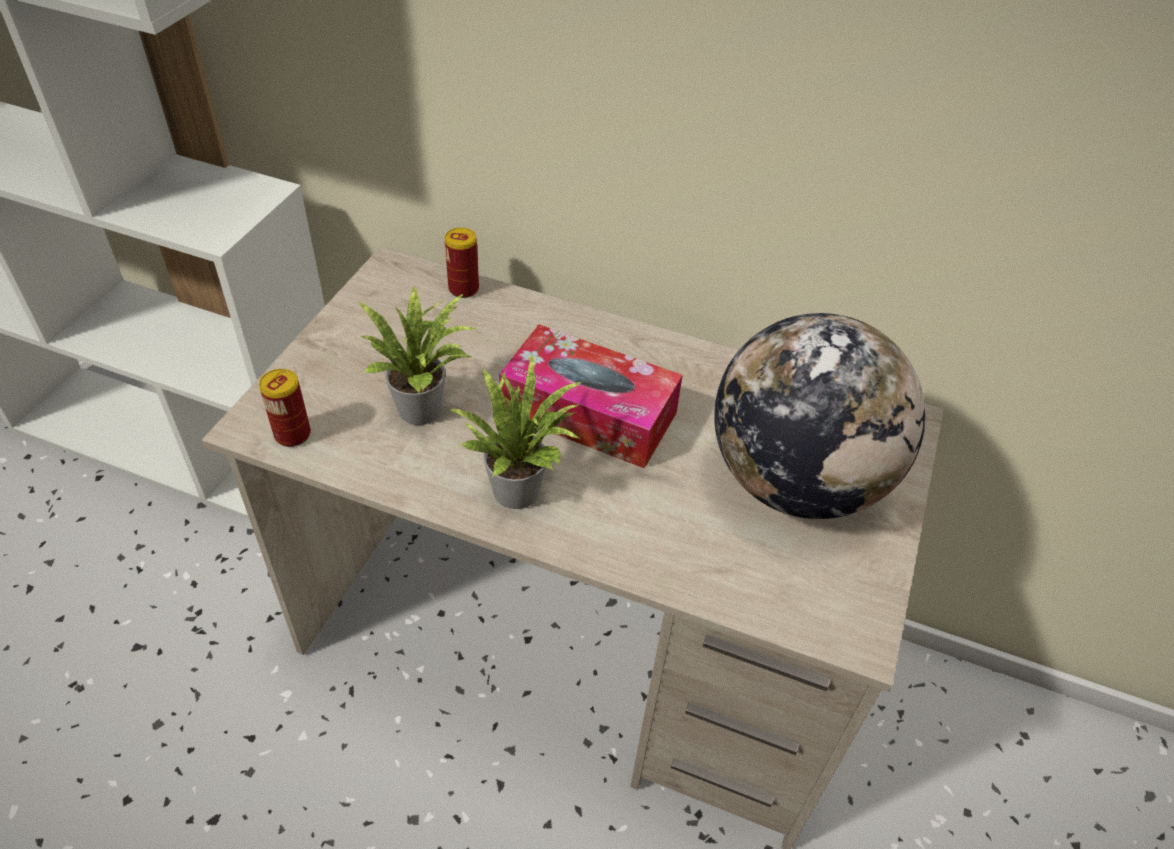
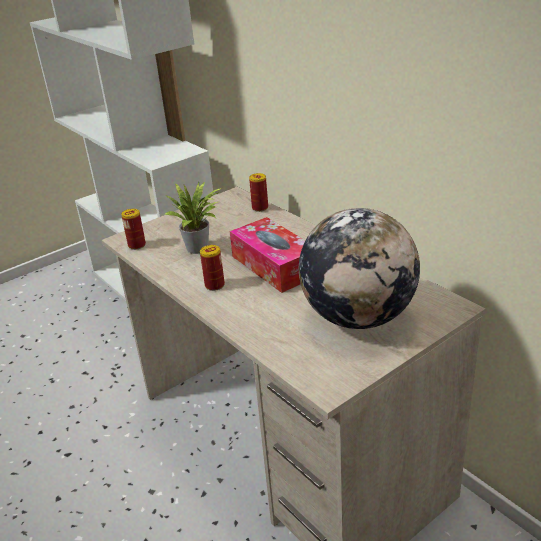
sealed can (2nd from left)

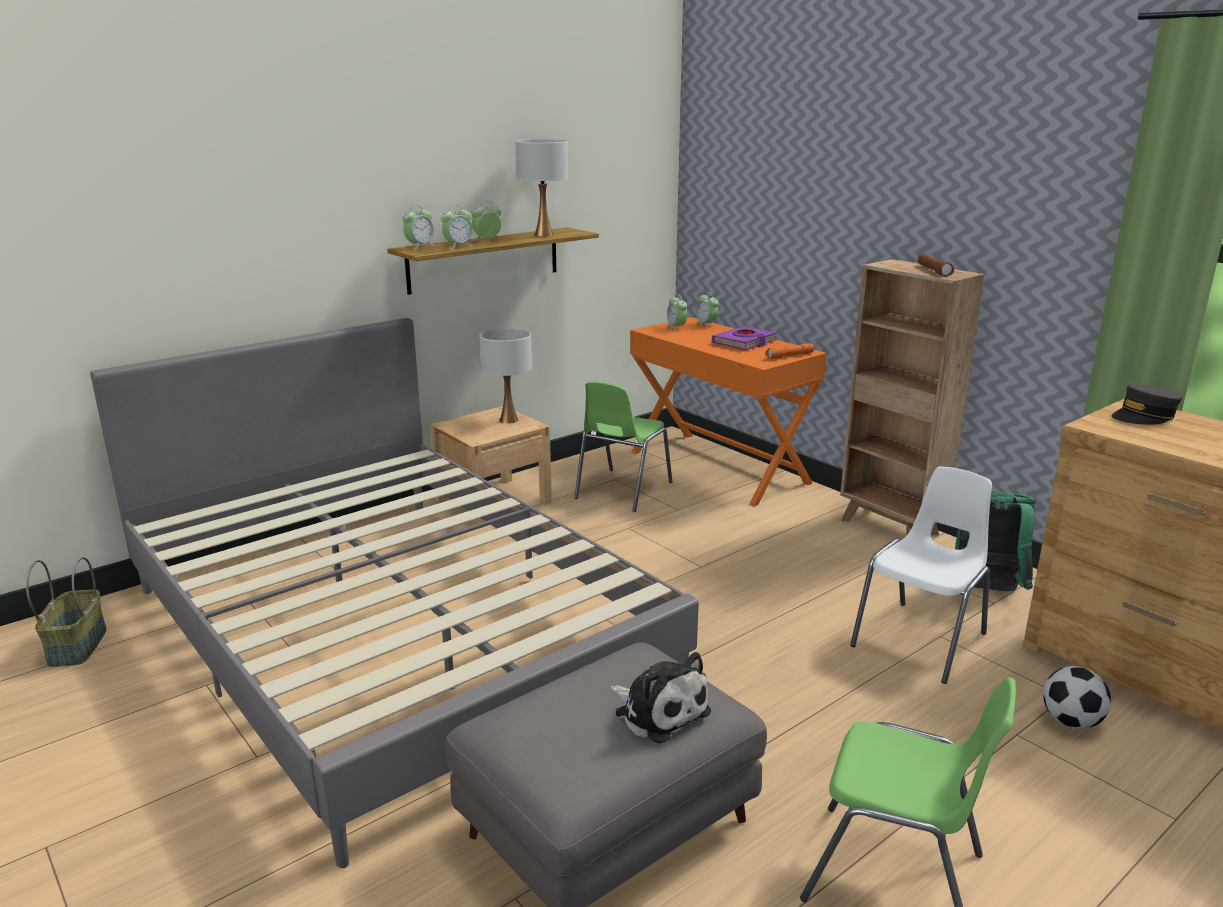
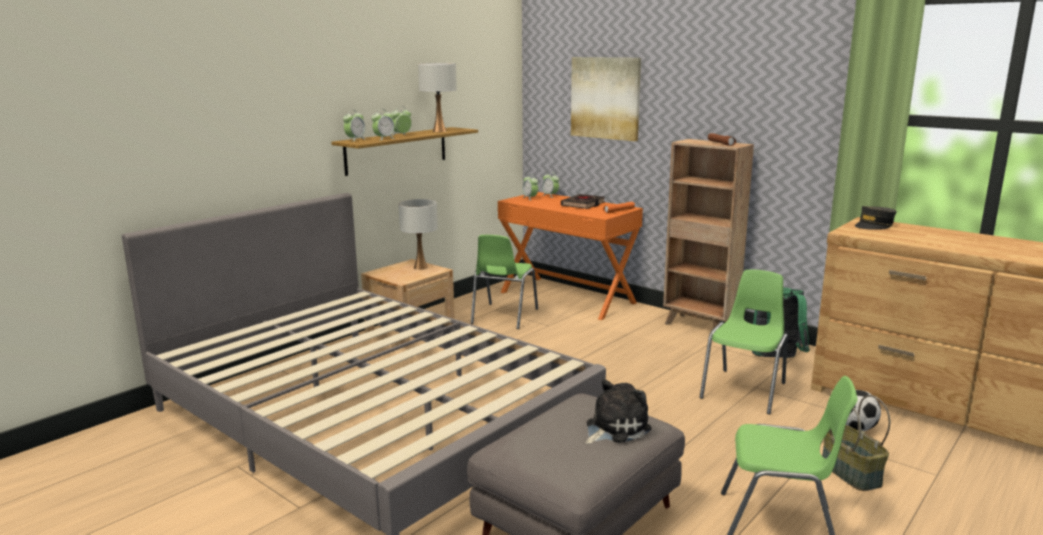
blackish volume
wall picture
plush toy
greenish chair (2nd from left)
basket

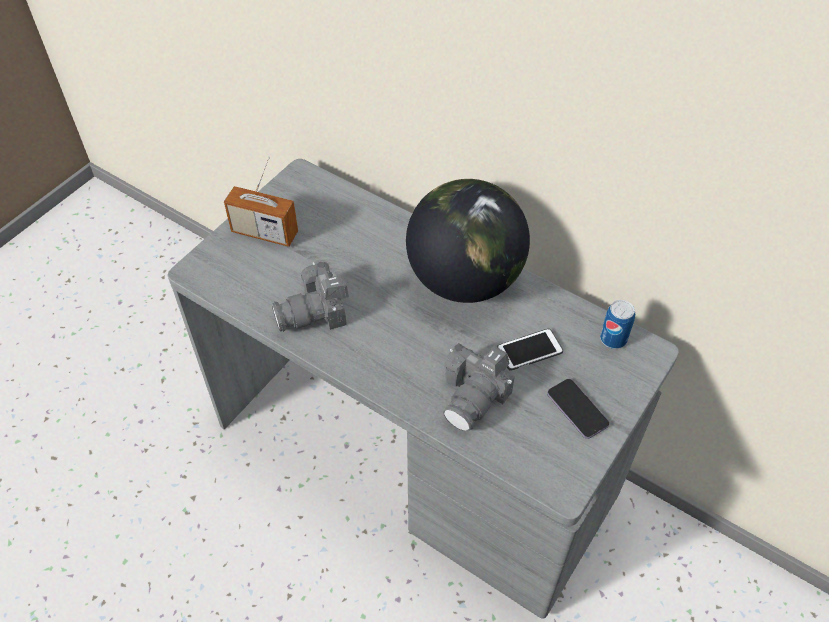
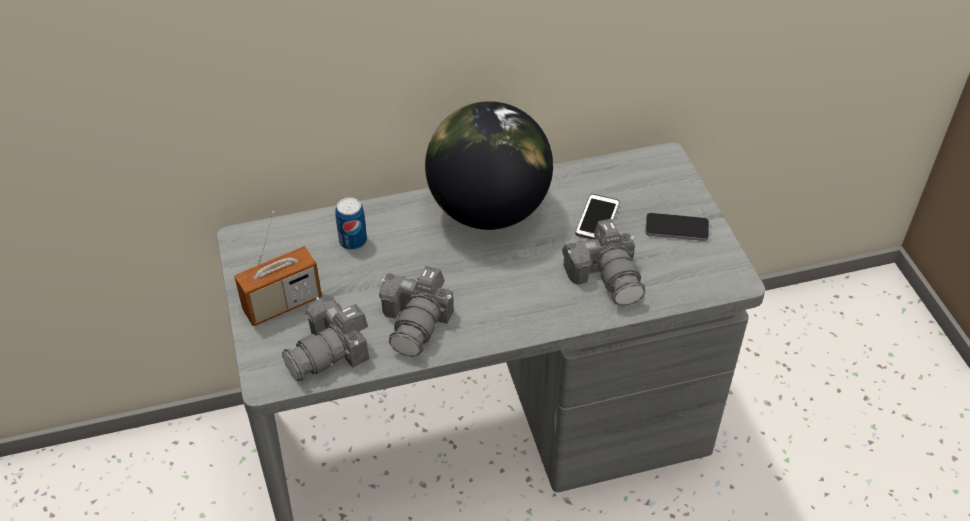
still camera (1st from left)
sealed can

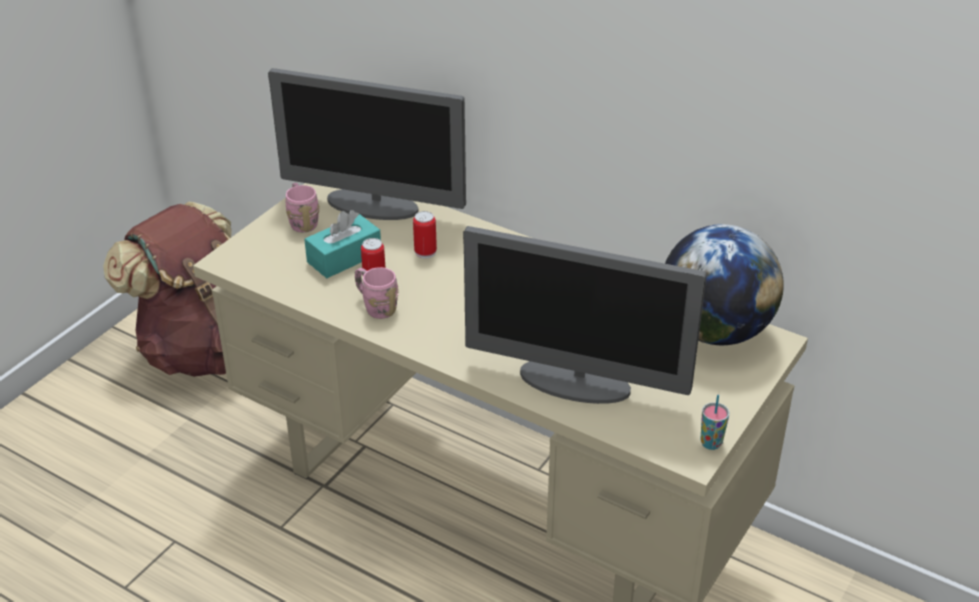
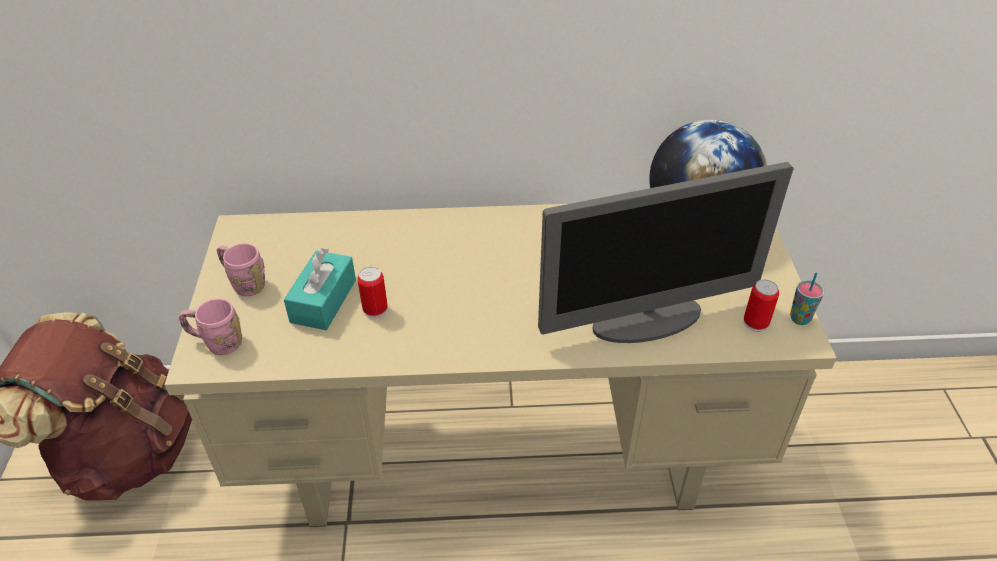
pink-coloured mug (1st from left)
sealed can (2nd from left)
computer display (1st from left in the first image)

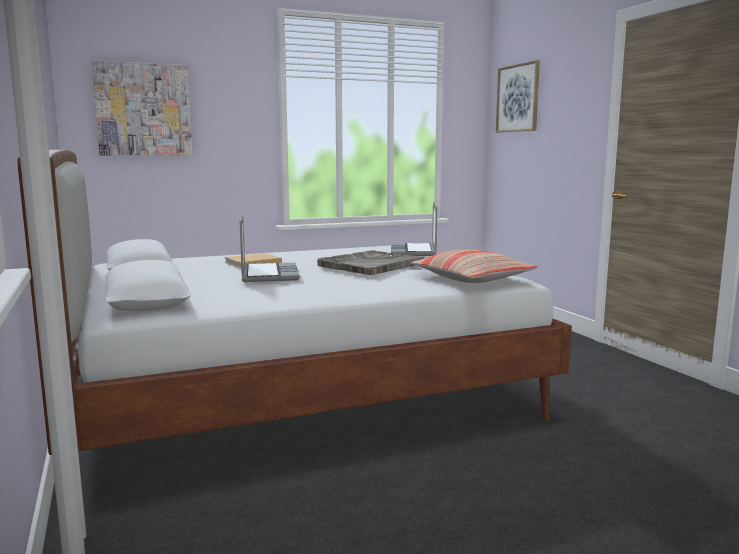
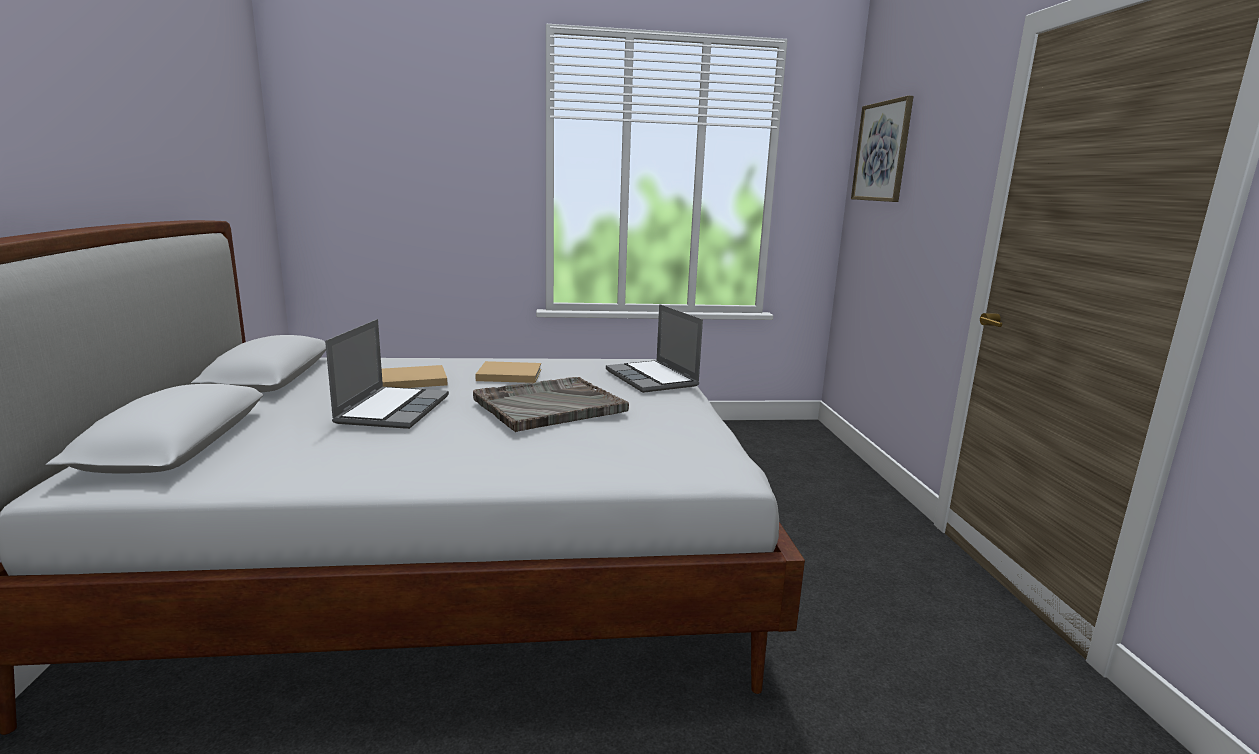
beige volume (2nd from left)
laptop (2nd from left)
wall picture (1st from left in the first image)
cushion

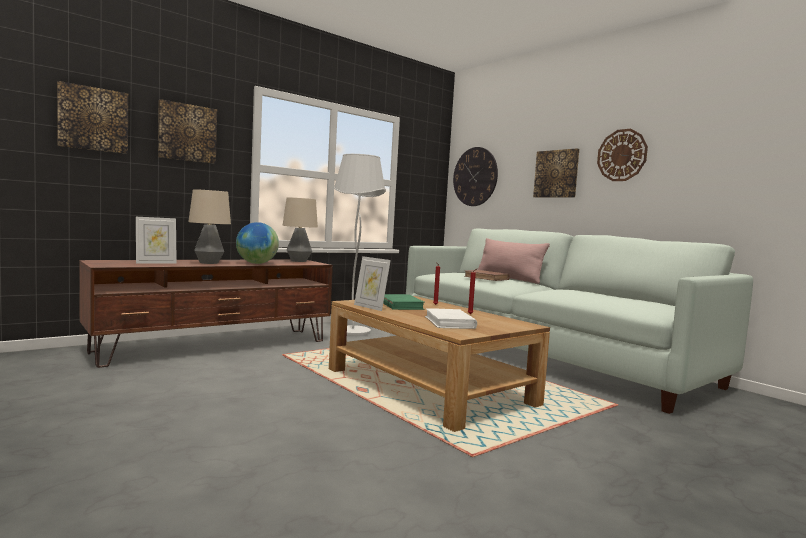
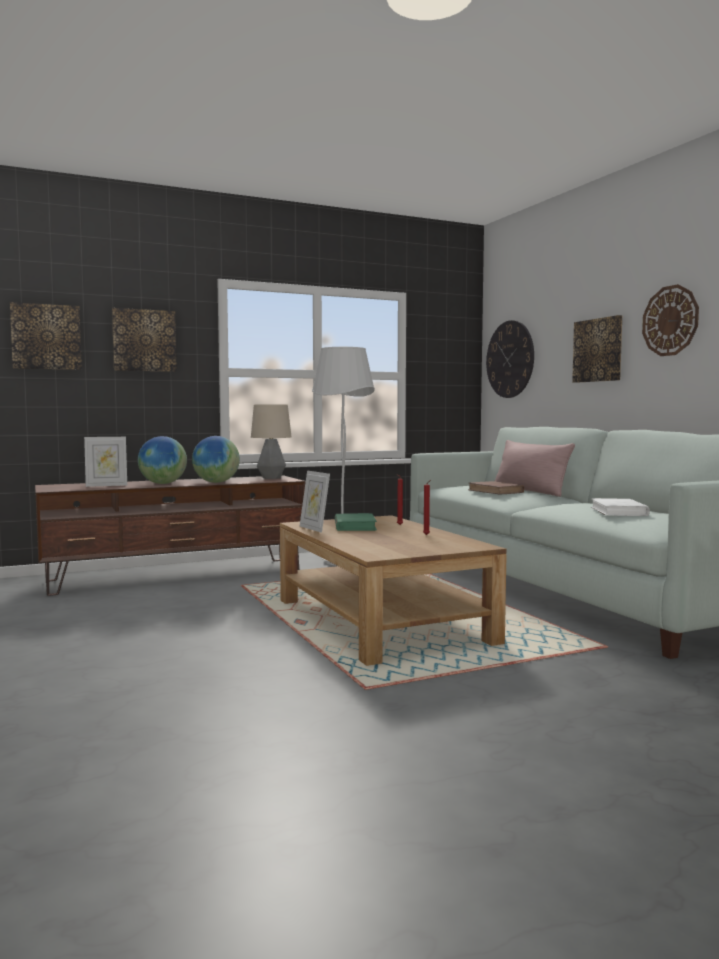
world globe (1st from left)
whitish volume

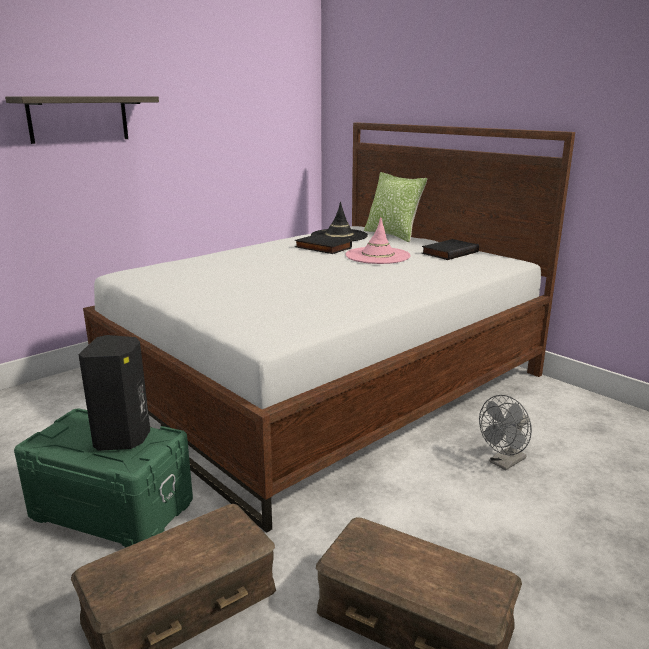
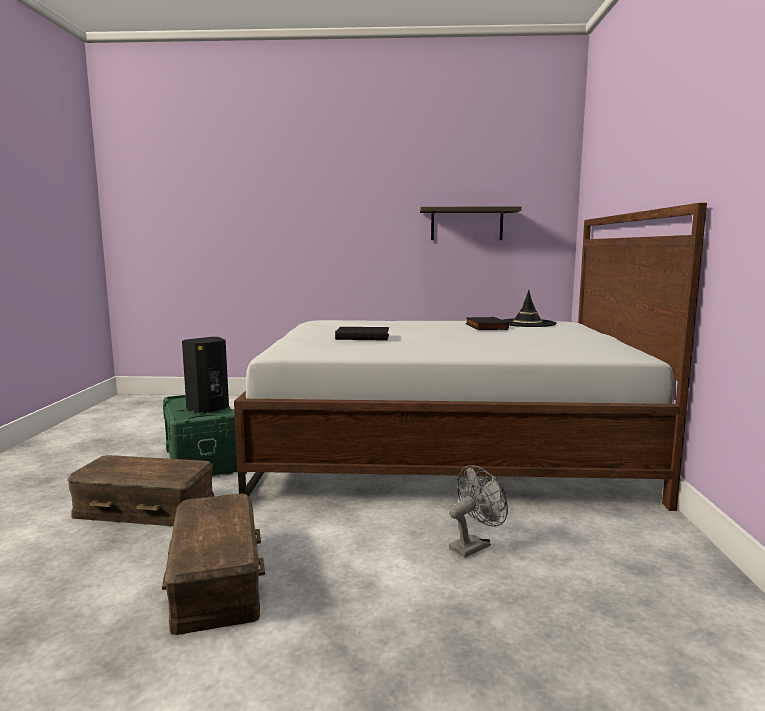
blackish volume (1st from left)
bracket shelf
greyish fan
pink-coloured wearable hat
cushion

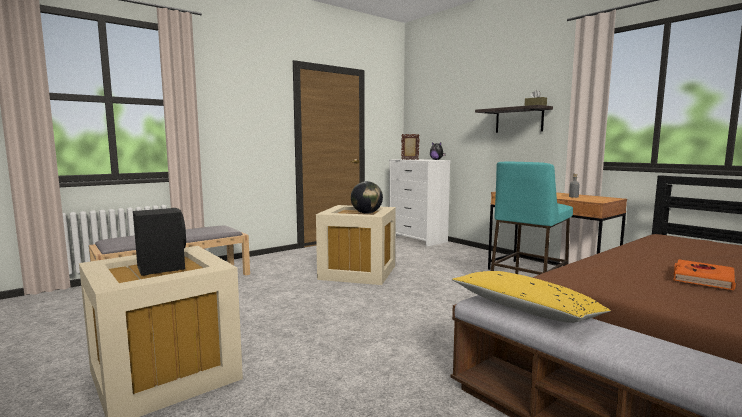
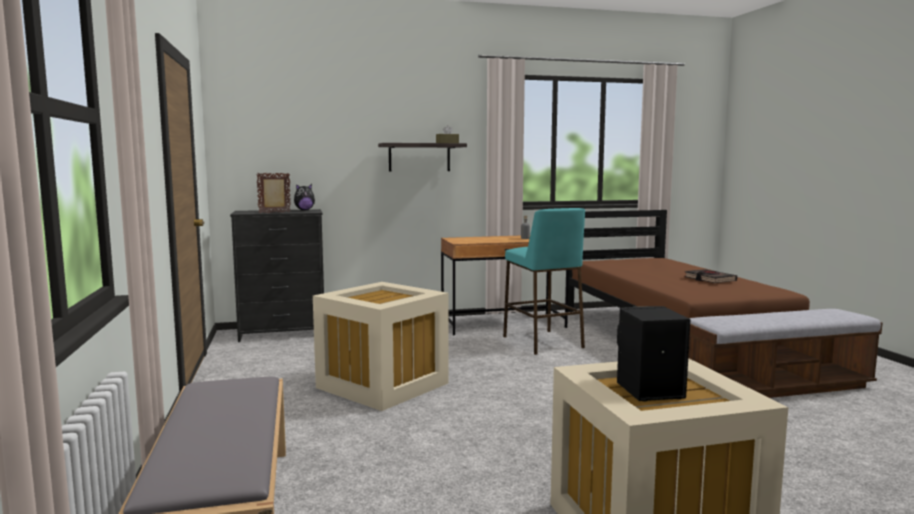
blackish chest of drawers
blackish volume
world globe
yellowish cushion

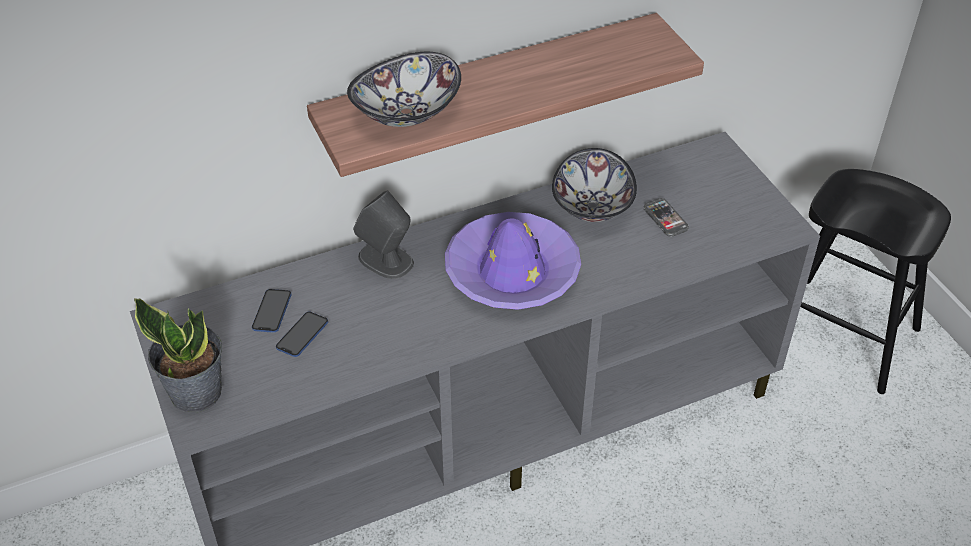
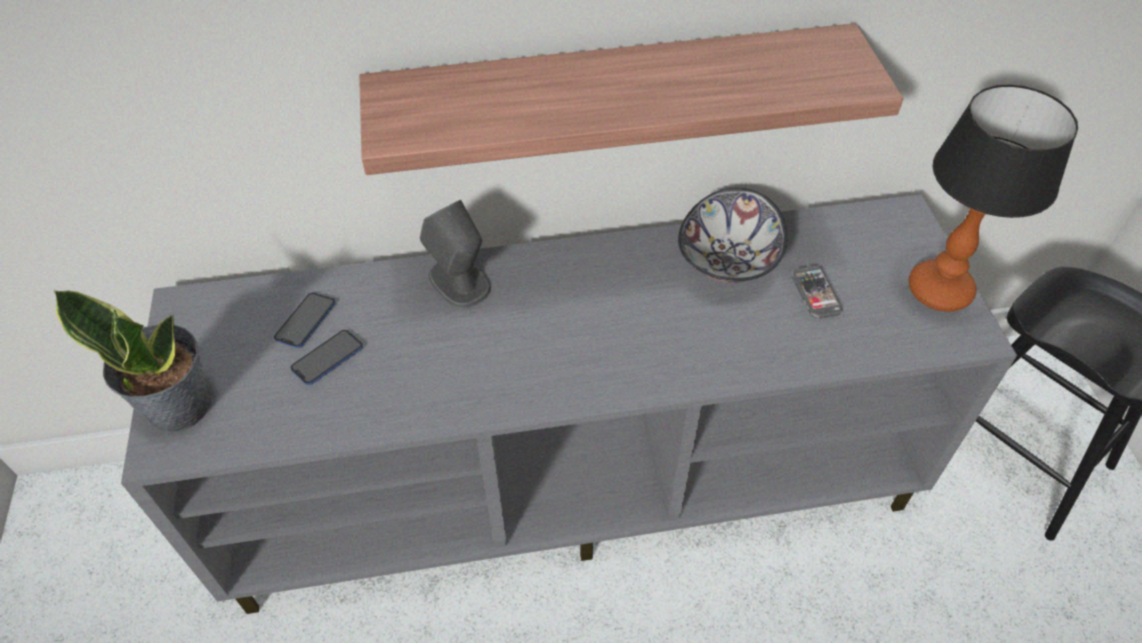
tabletop lamp
bowl (1st from left in the first image)
purple wearable hat

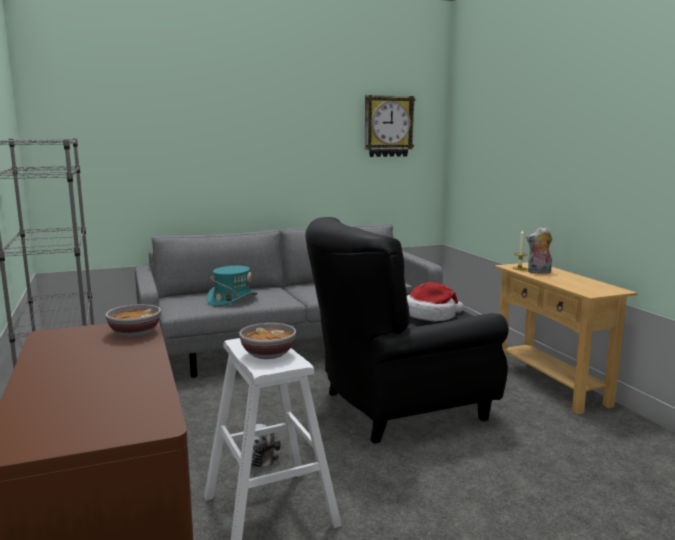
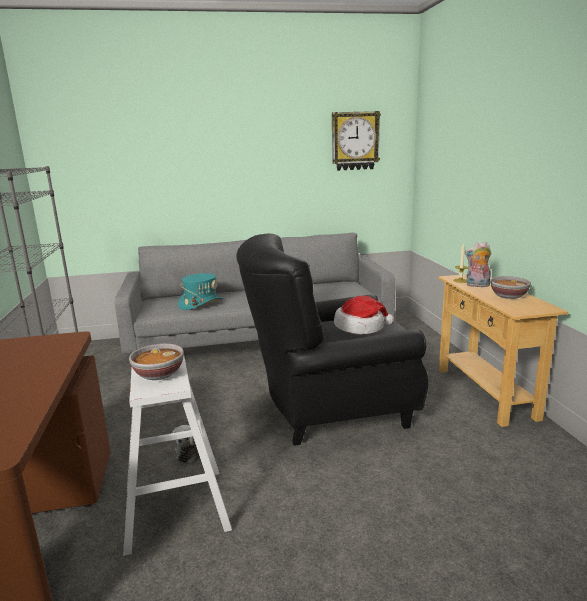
bowl (2nd from left)

